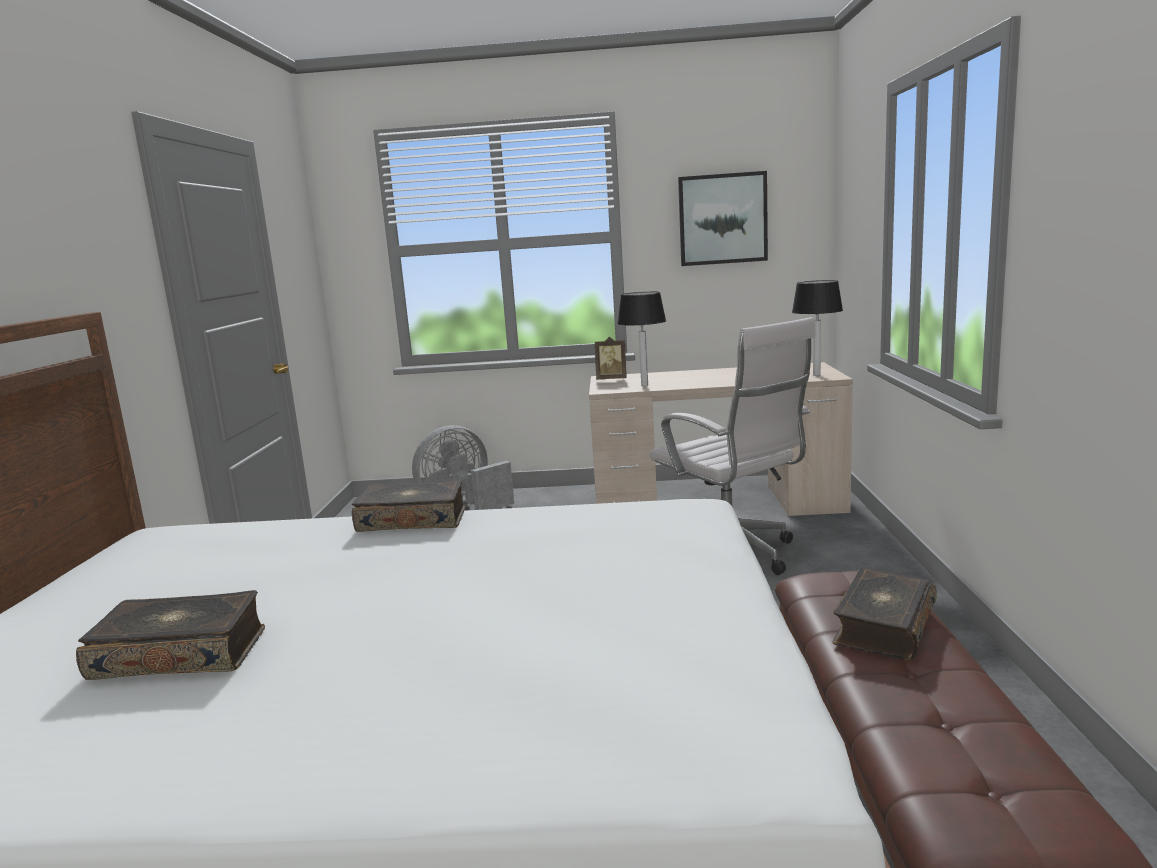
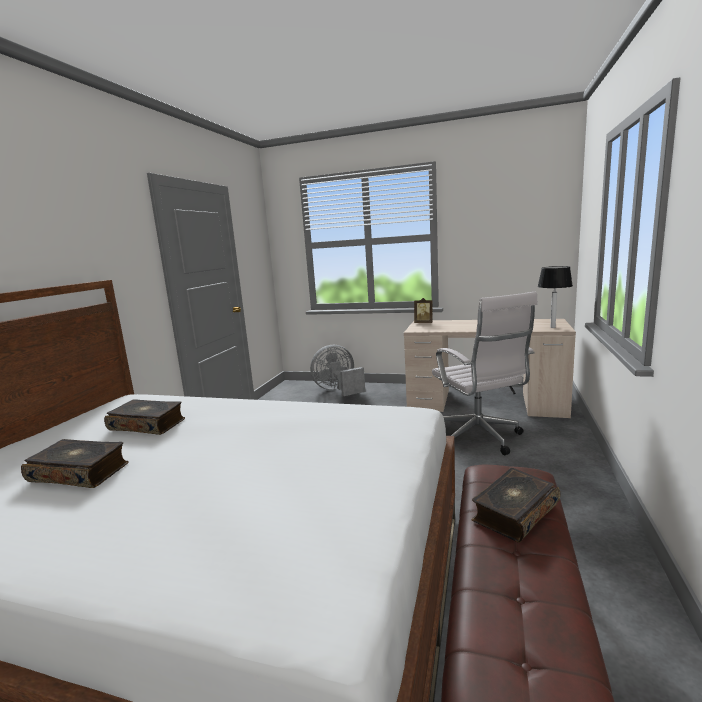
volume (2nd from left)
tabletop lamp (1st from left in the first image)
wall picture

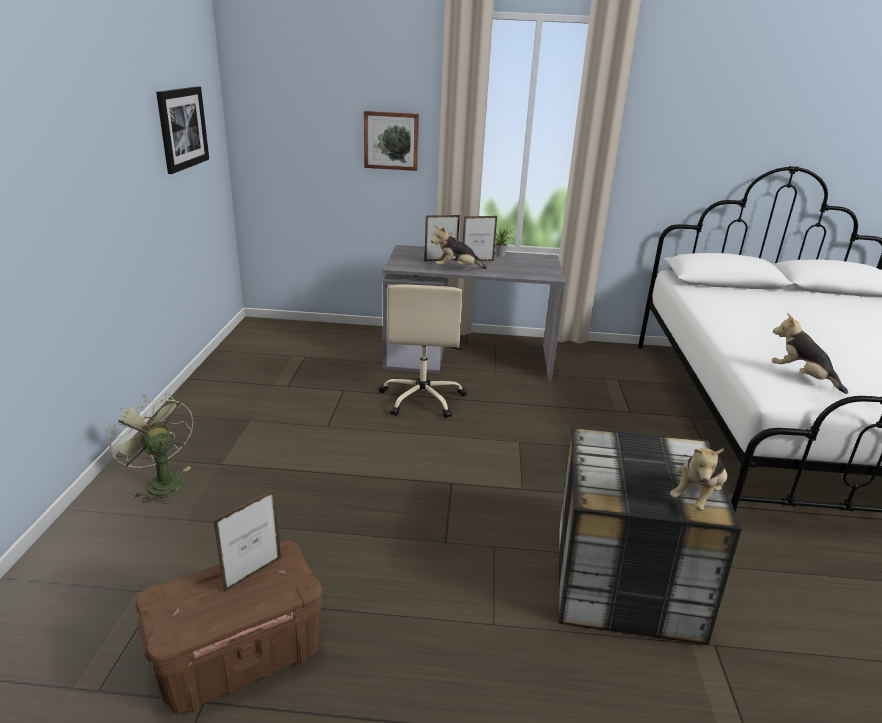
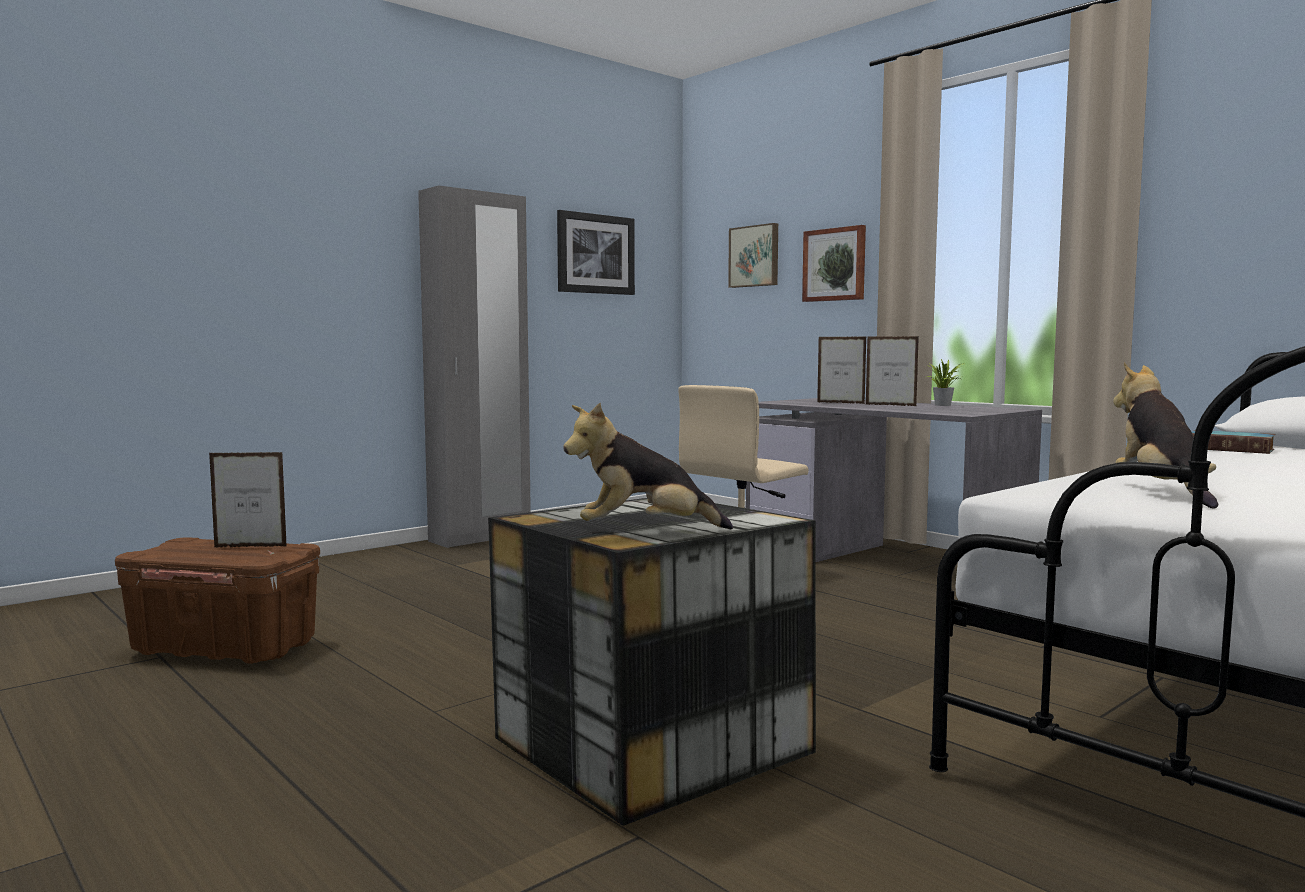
greyish armoire
wall picture (2nd from left)
volume
greenish fan
plush toy (1st from left in the first image)

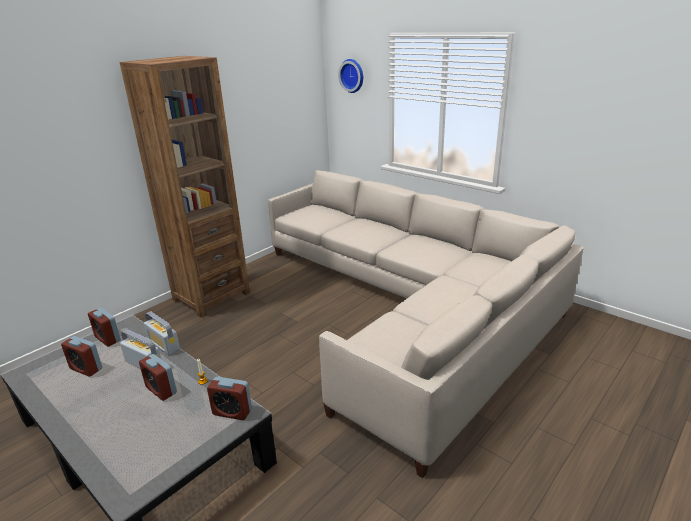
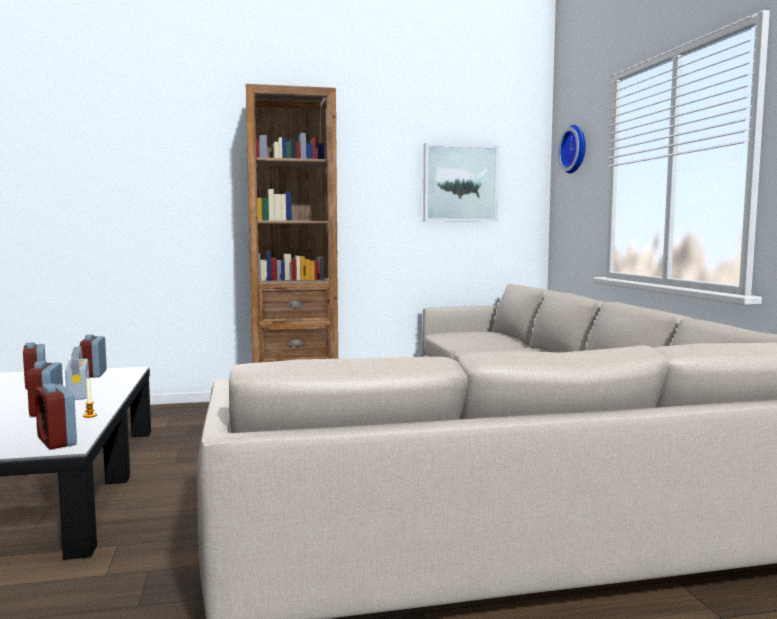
wall picture
radio receiver (2nd from left in the first image)

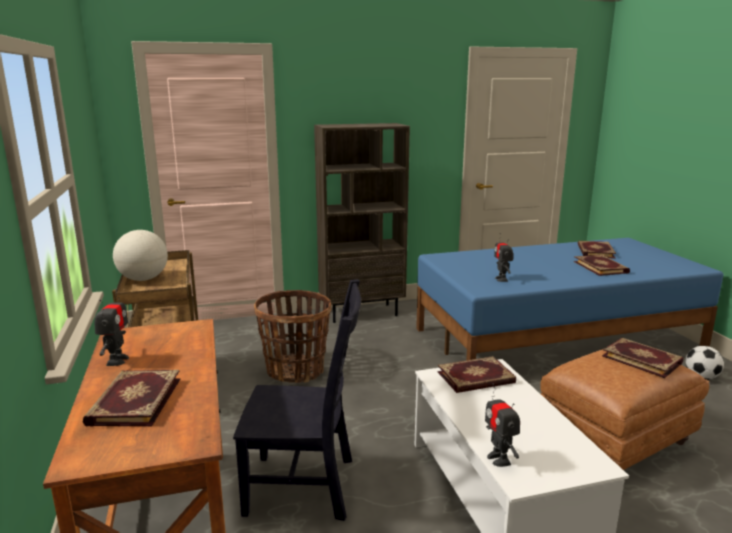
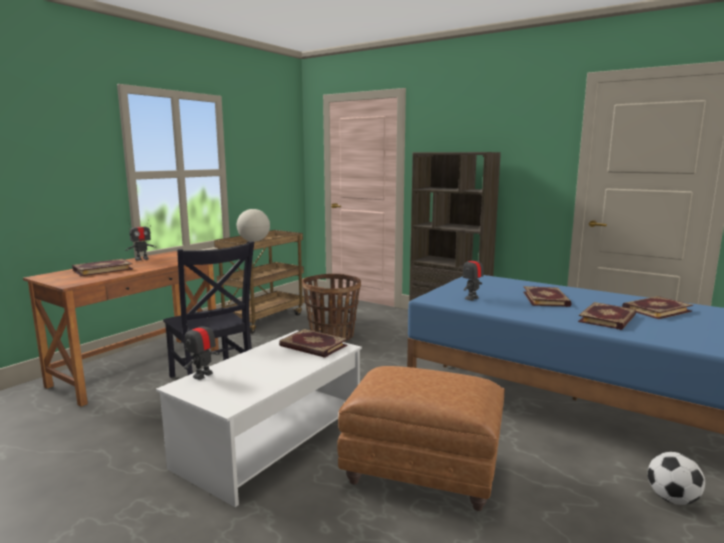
volume (3rd from left)

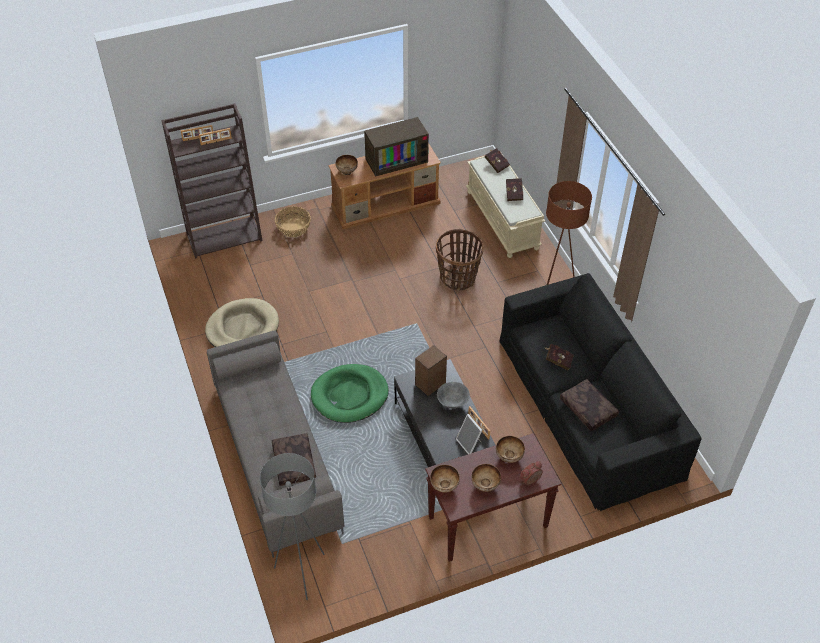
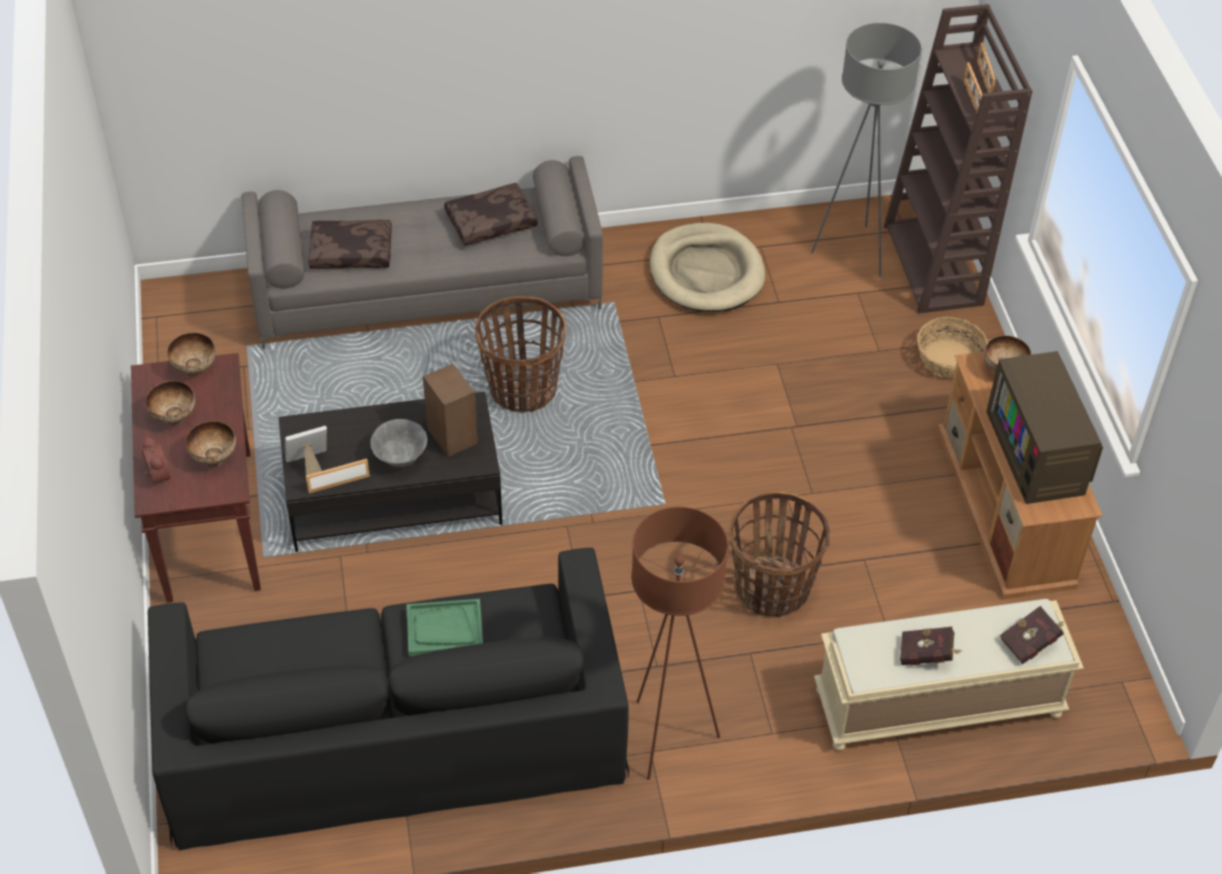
greenish tray
brown-coloured cushion (2nd from left)
basket (1st from left)
greyish floor lamp

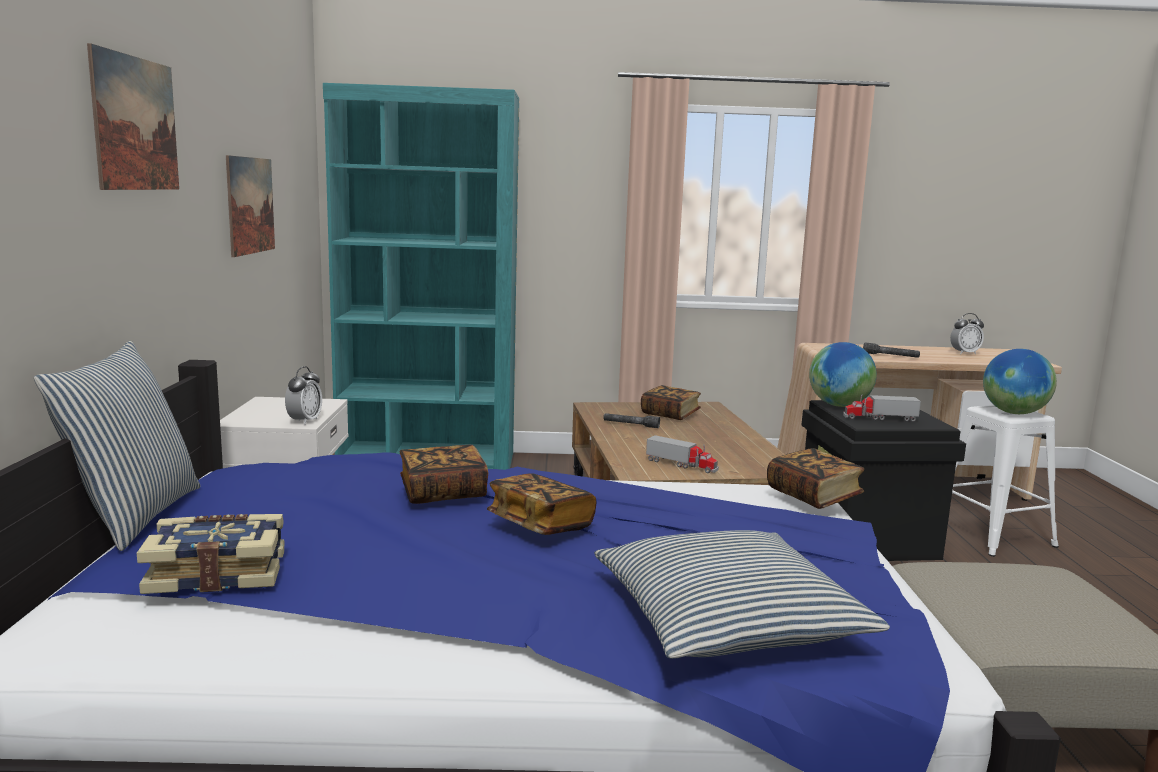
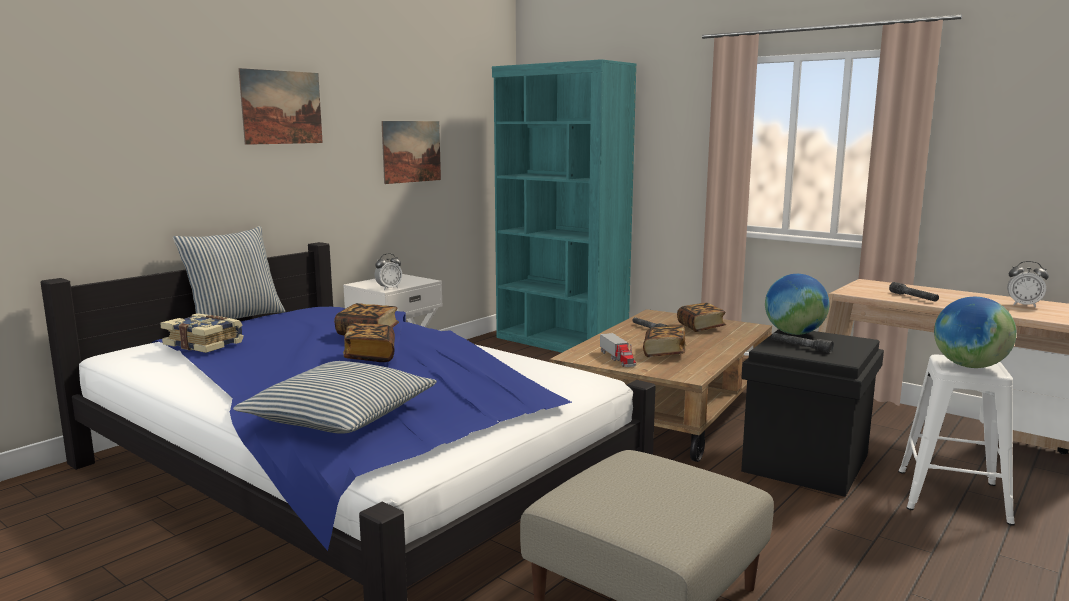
volume (4th from left)
greyish hand torch (2nd from left)

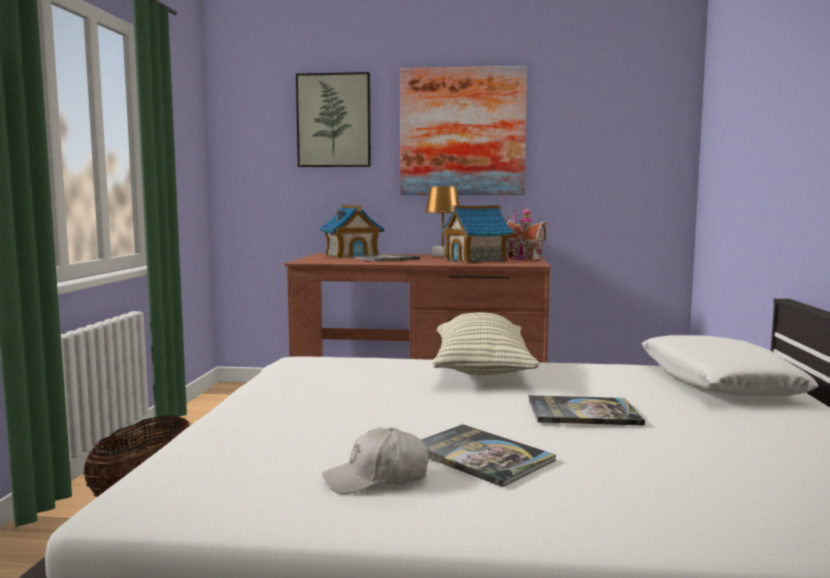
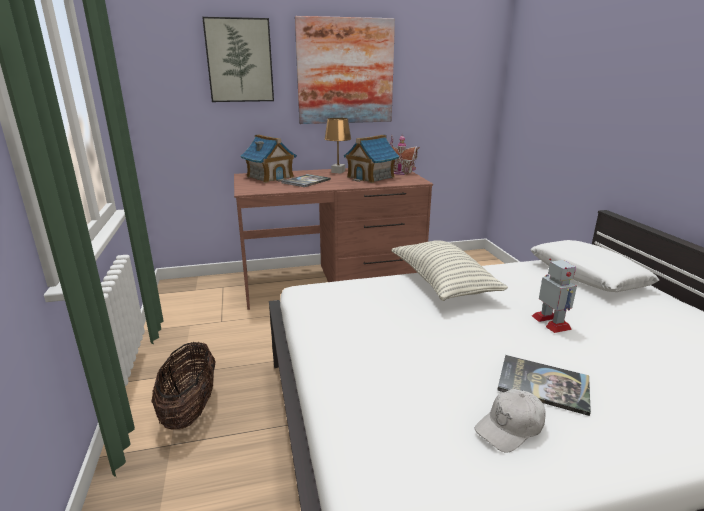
toy robot

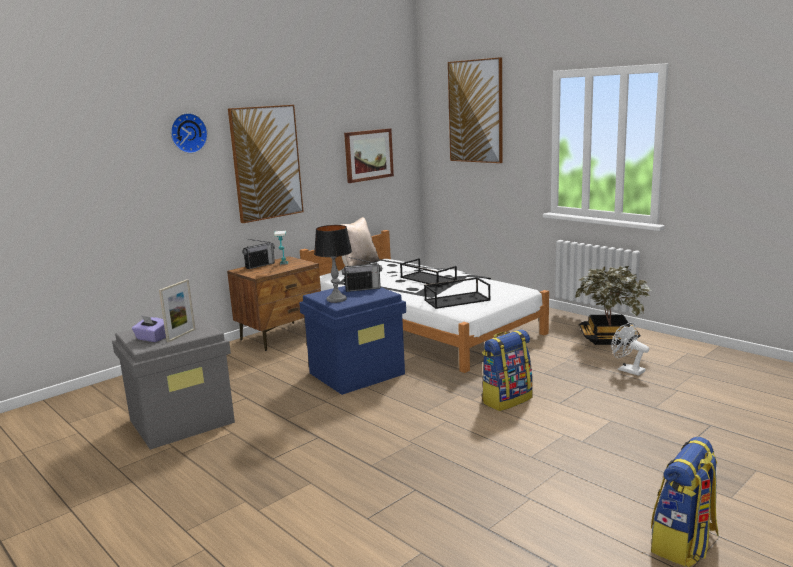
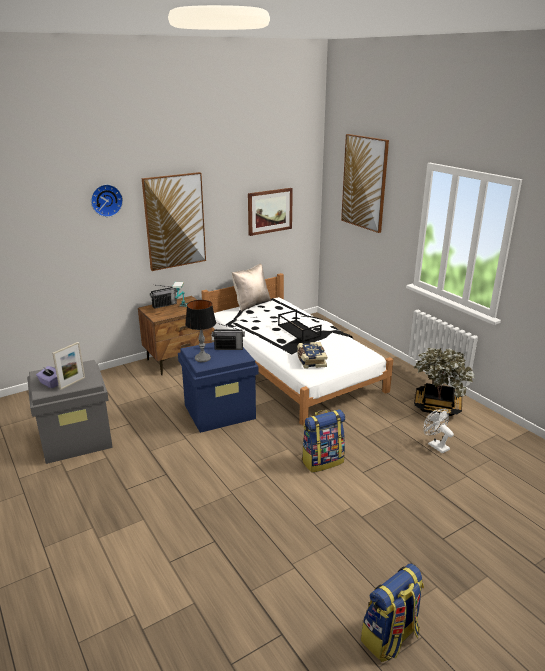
volume

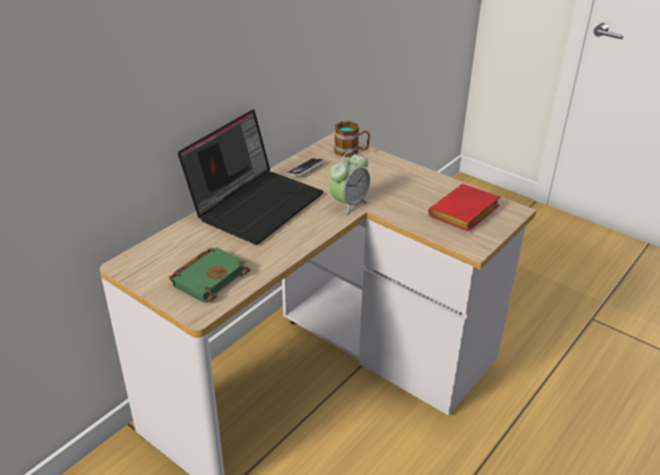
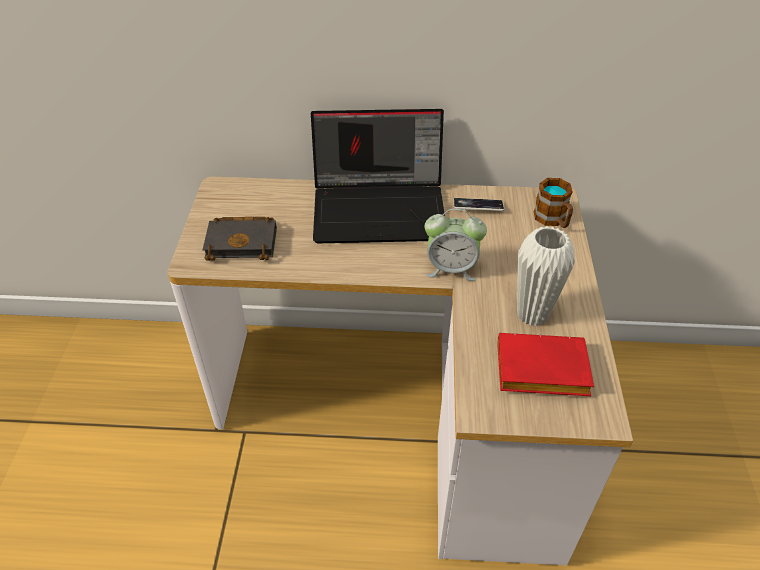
blackish volume
whitish flower vase

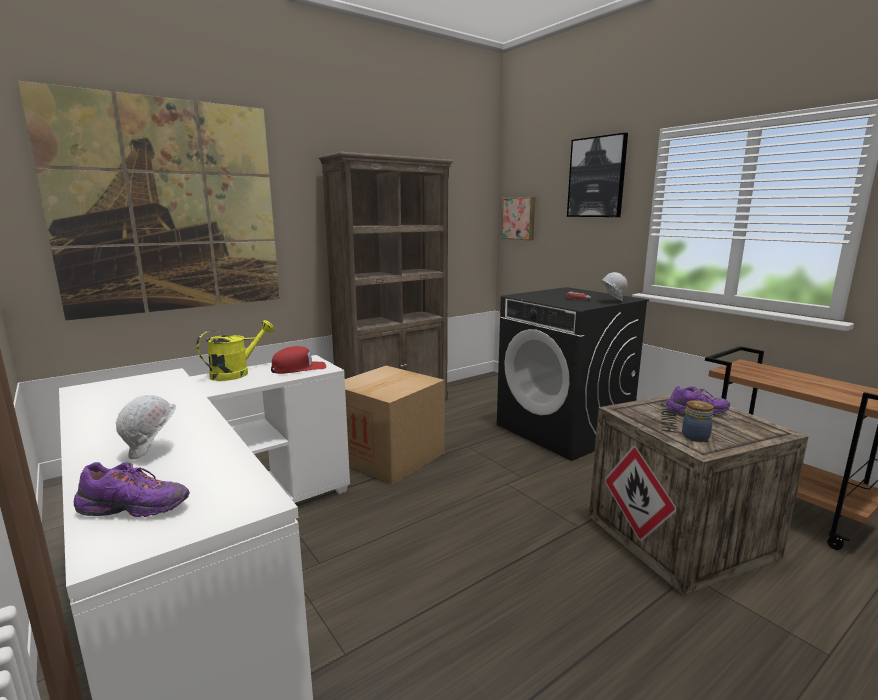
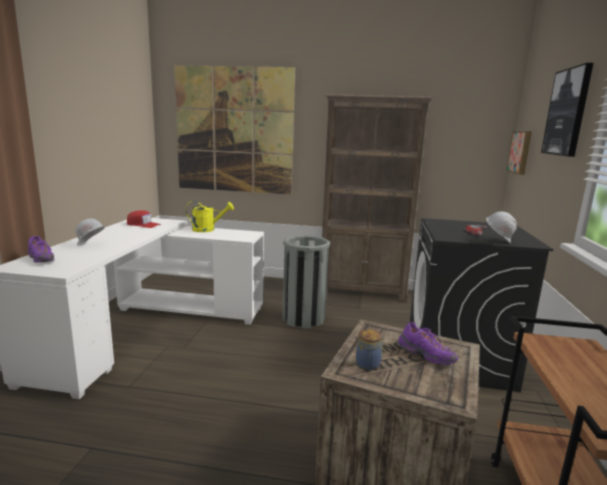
red cap
greyish rubbish bin

